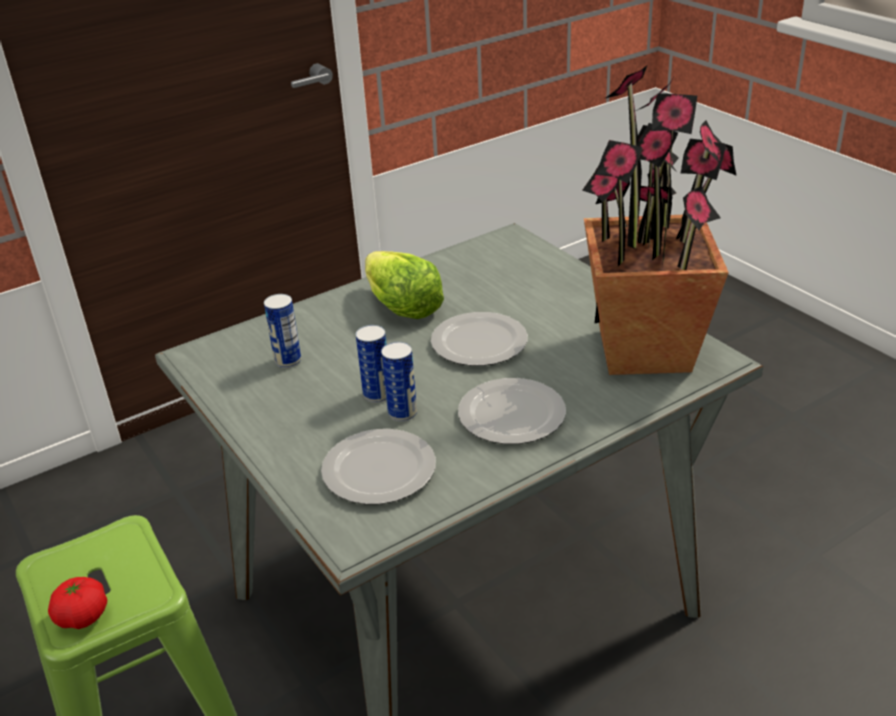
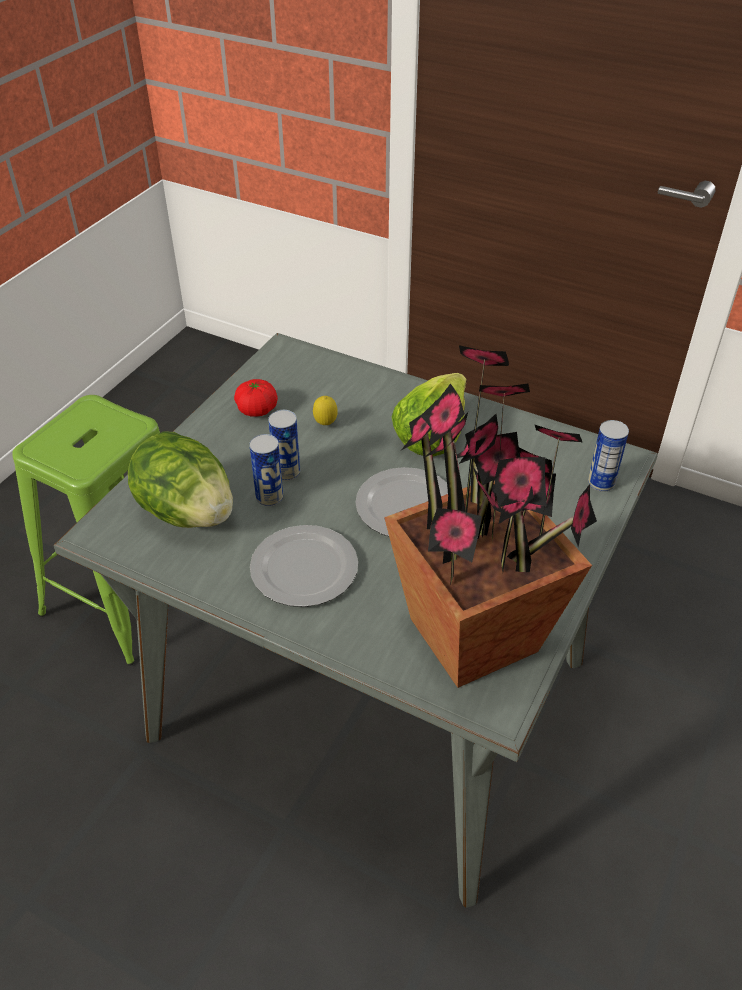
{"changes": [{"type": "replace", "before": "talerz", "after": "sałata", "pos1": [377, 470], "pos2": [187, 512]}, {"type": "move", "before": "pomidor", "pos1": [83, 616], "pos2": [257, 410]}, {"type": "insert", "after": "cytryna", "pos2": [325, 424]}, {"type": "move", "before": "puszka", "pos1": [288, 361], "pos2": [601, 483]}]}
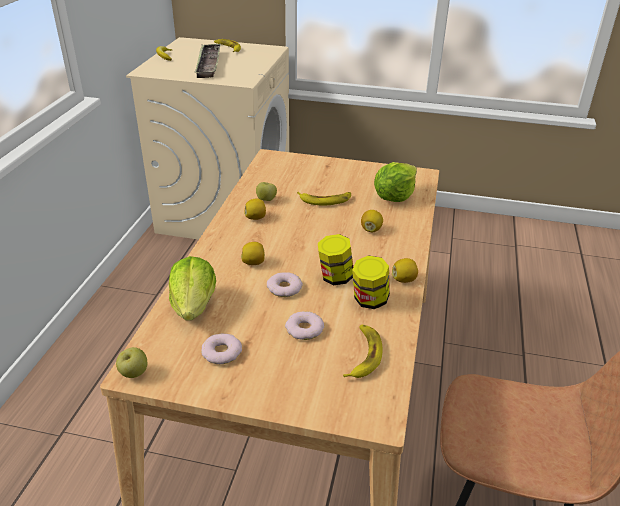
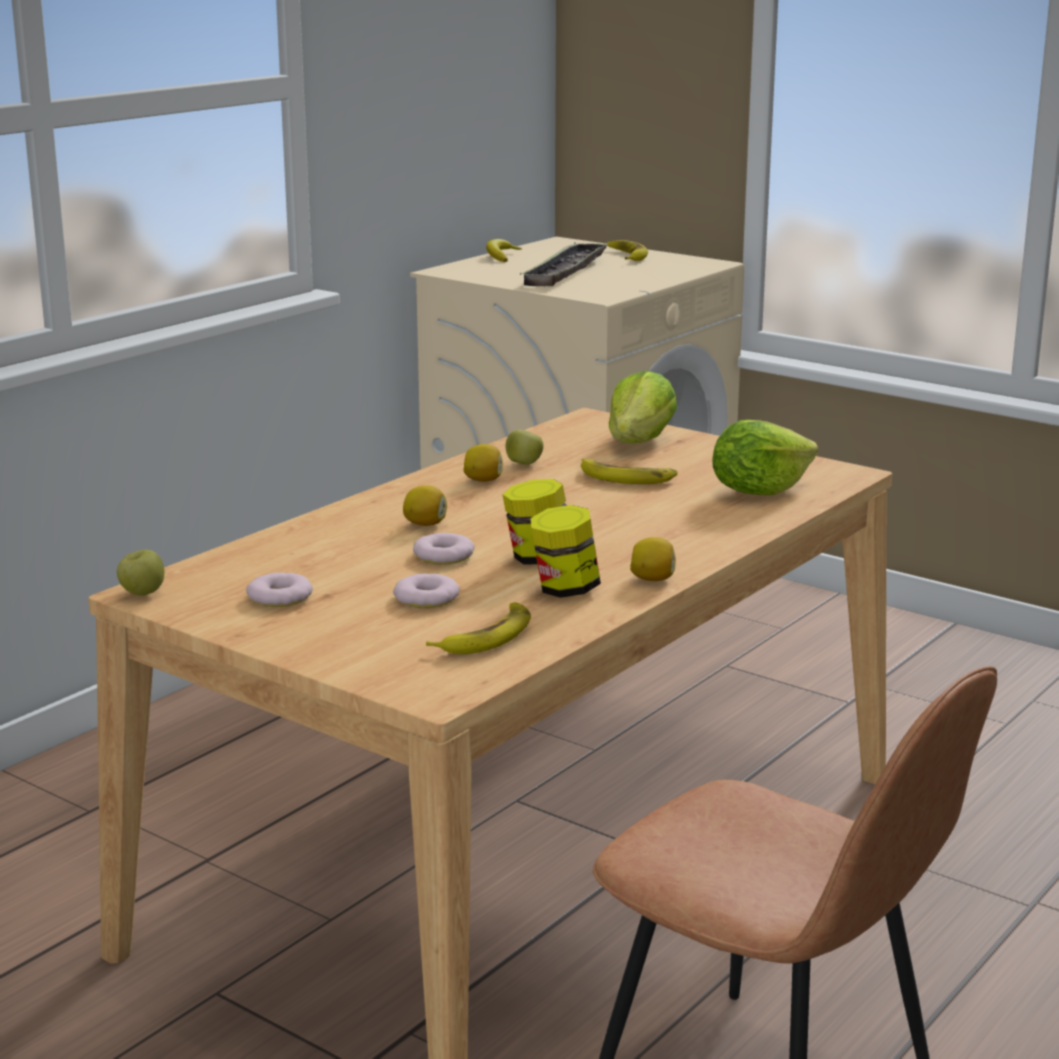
{"changes": [{"type": "move", "before": "sałata", "pos1": [194, 306], "pos2": [640, 441]}, {"type": "delete", "before": "cytryna", "pos1": [371, 229]}]}
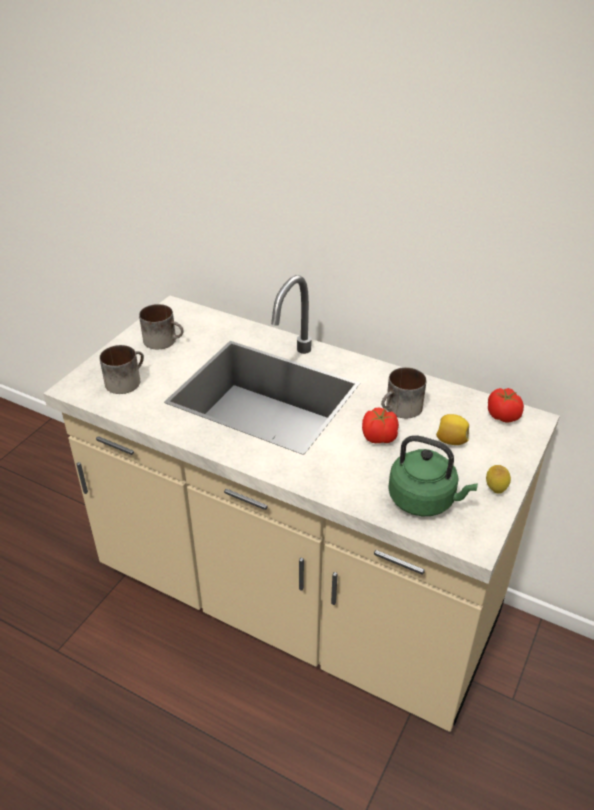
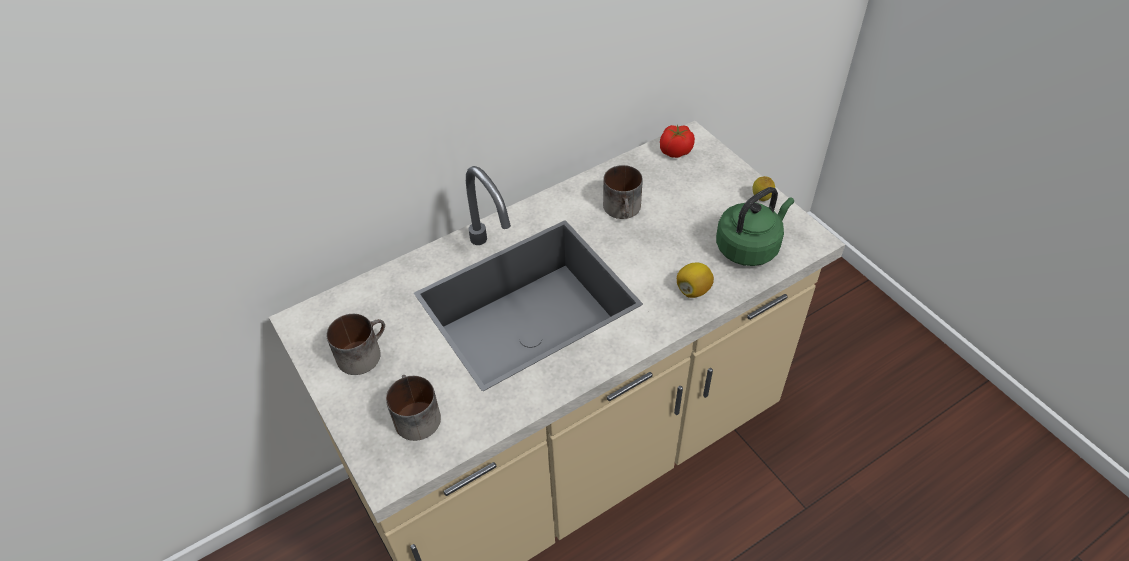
{"changes": [{"type": "move", "before": "cytryna", "pos1": [450, 441], "pos2": [693, 290]}, {"type": "delete", "before": "pomidor", "pos1": [379, 438]}]}
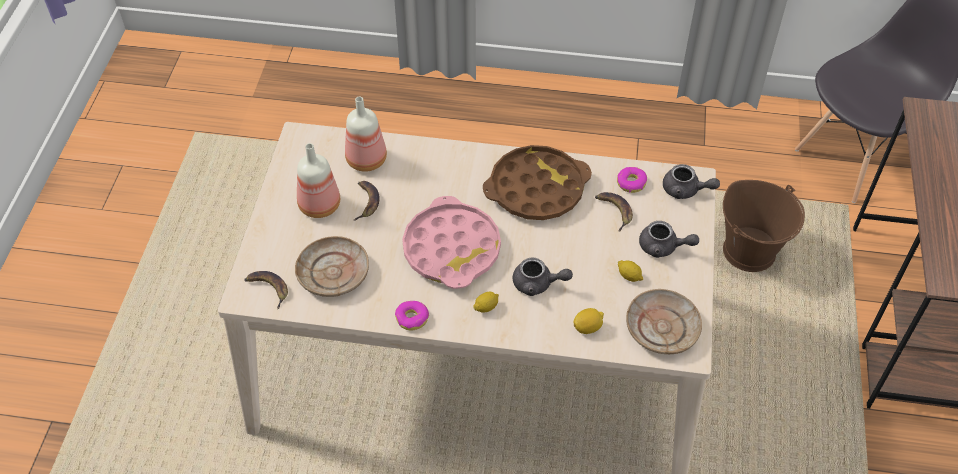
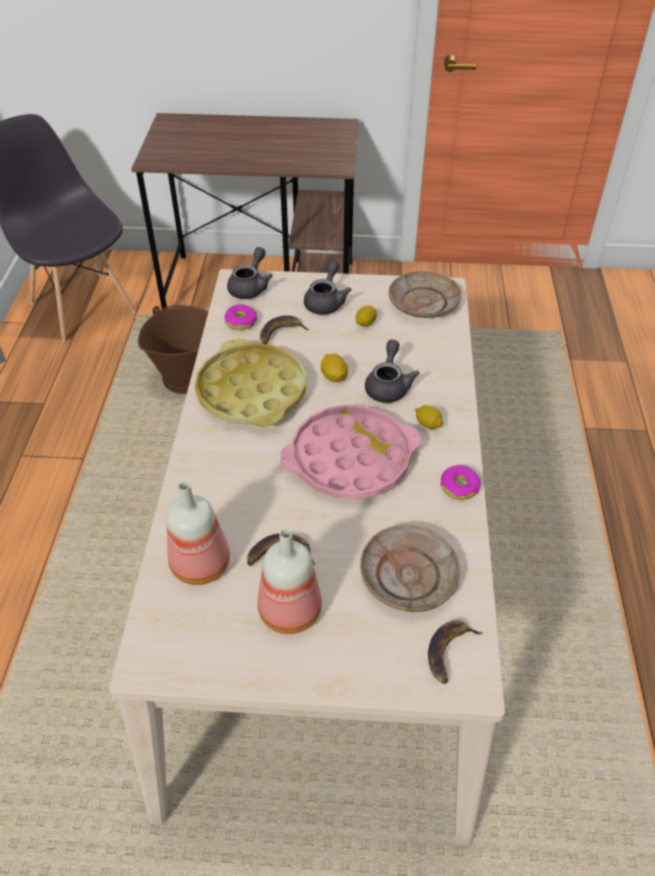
{"changes": [{"type": "recolor", "before": "taca [brązowy]", "after": "taca [żółty]", "pos1": [536, 189], "pos2": [251, 392]}, {"type": "move", "before": "cytryna", "pos1": [587, 327], "pos2": [334, 377]}]}
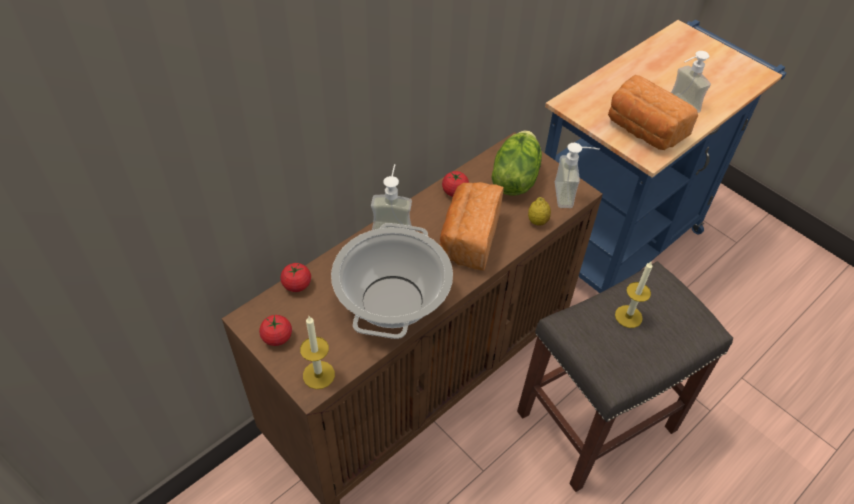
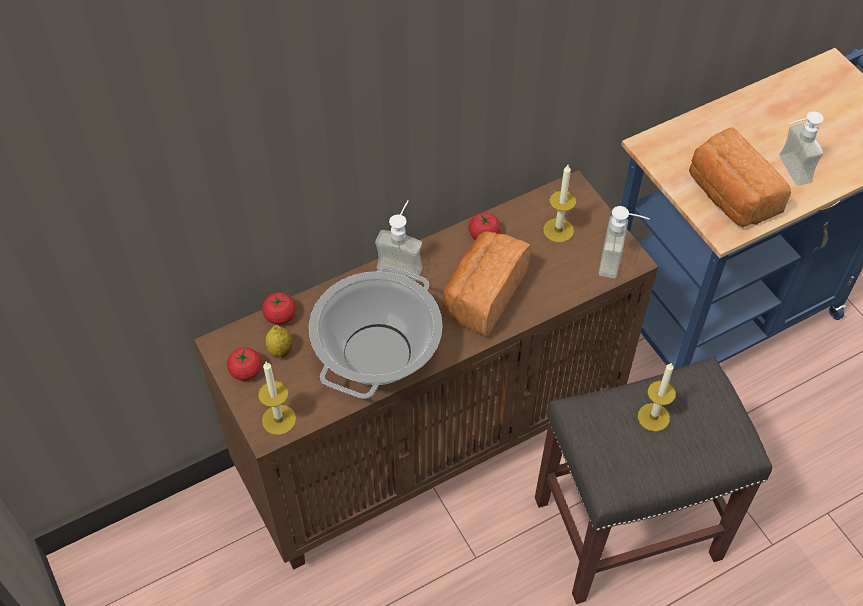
{"changes": [{"type": "move", "before": "cytryna", "pos1": [537, 221], "pos2": [280, 350]}, {"type": "replace", "before": "sałata", "after": "świeca", "pos1": [514, 178], "pos2": [558, 230]}]}
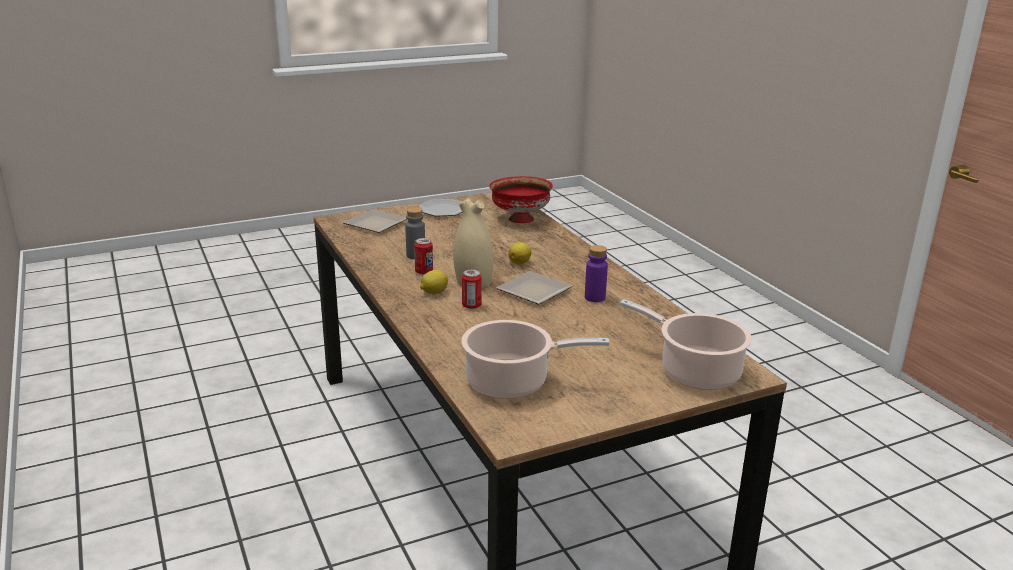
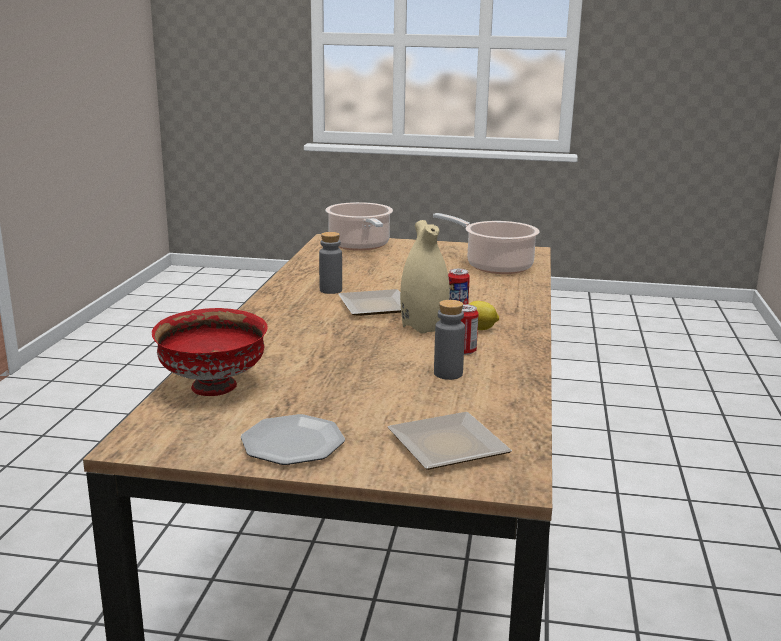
{"changes": [{"type": "recolor", "before": "butelka [fioletowy]", "after": "butelka [szary]", "pos1": [594, 297], "pos2": [330, 290]}, {"type": "delete", "before": "cytryna", "pos1": [520, 263]}]}
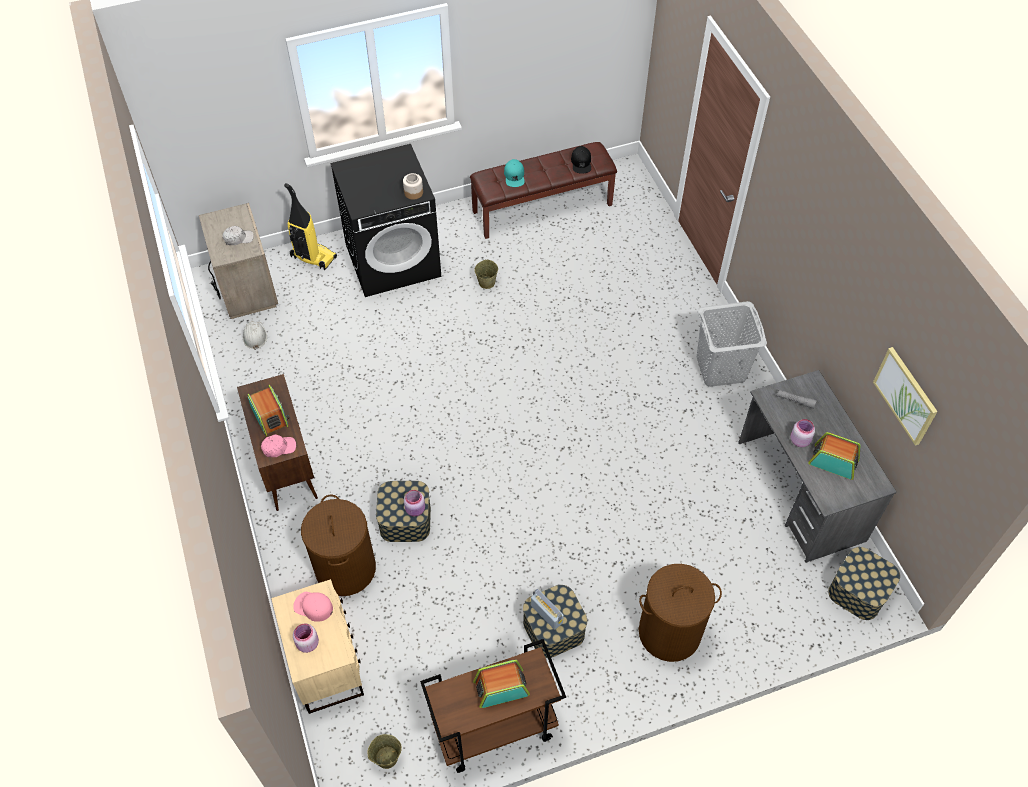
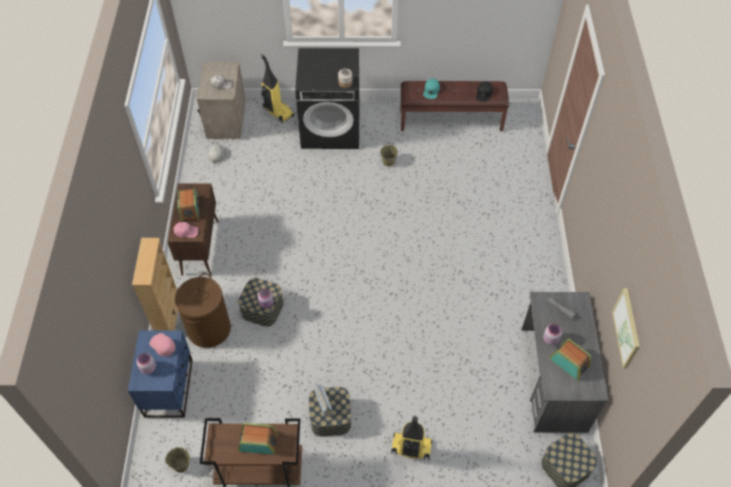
{"changes": [{"type": "recolor", "before": "szafka nocna [beżowy]", "after": "szafka nocna [niebieski]", "pos1": [326, 663], "pos2": [169, 388]}, {"type": "insert", "after": "regał [beżowy]", "pos2": [168, 316]}, {"type": "replace", "before": "kosz na pranie [brązowy]", "after": "odkurzacz", "pos1": [669, 632], "pos2": [410, 448]}, {"type": "delete", "before": "kosz na pranie [szary]", "pos1": [721, 369]}]}
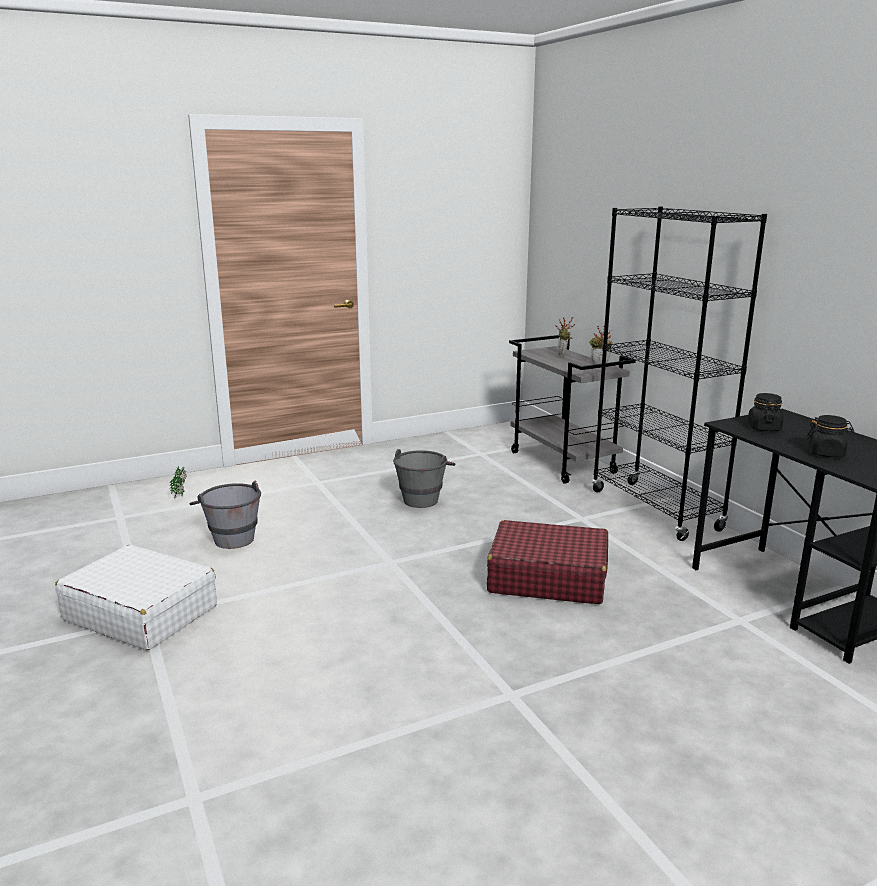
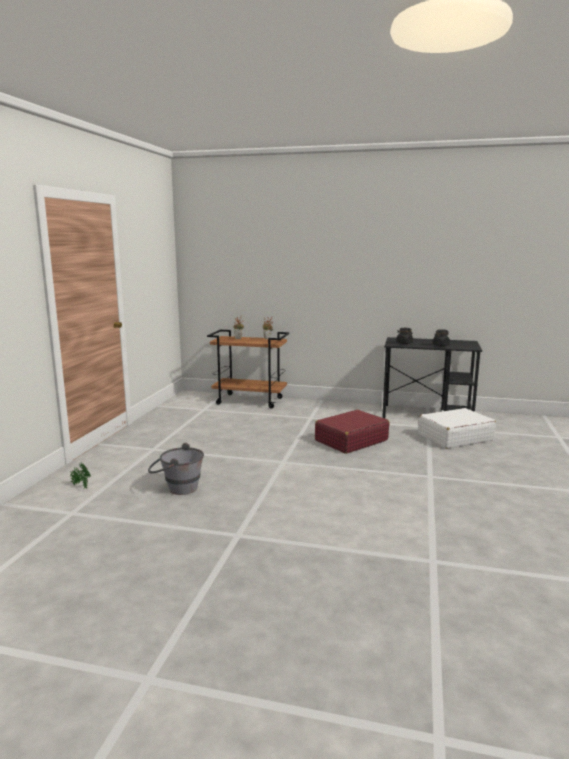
{"changes": [{"type": "recolor", "before": "wózek [szary]", "after": "wózek [brązowy]", "pos1": [563, 463], "pos2": [250, 401]}, {"type": "move", "before": "walizka [biały]", "pos1": [140, 613], "pos2": [455, 437]}, {"type": "delete", "before": "wiadro [szary]", "pos1": [423, 498]}, {"type": "delete", "before": "regał [czarny]", "pos1": [655, 510]}]}
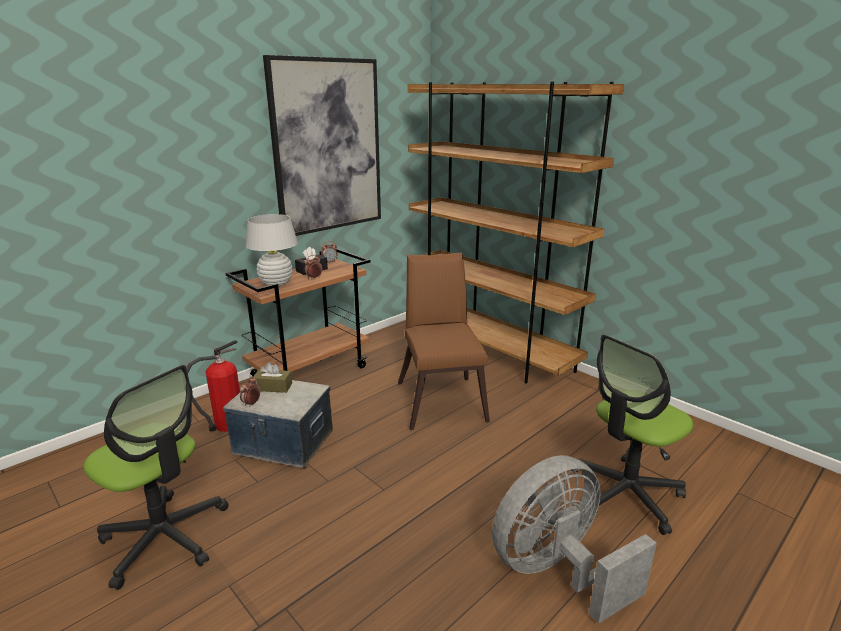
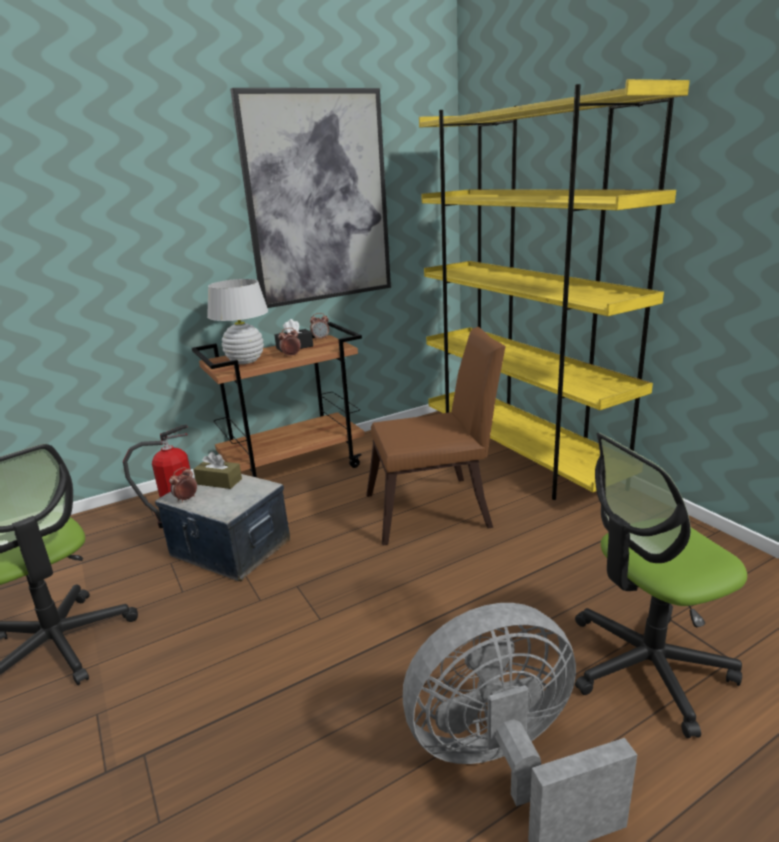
{"changes": [{"type": "rotate", "before": "krzesło [brązowy]", "pos1": [441, 398], "pos2": [436, 510], "turn": 75}, {"type": "recolor", "before": "regał [brązowy]", "after": "regał [żółty]", "pos1": [490, 351], "pos2": [520, 456]}]}
